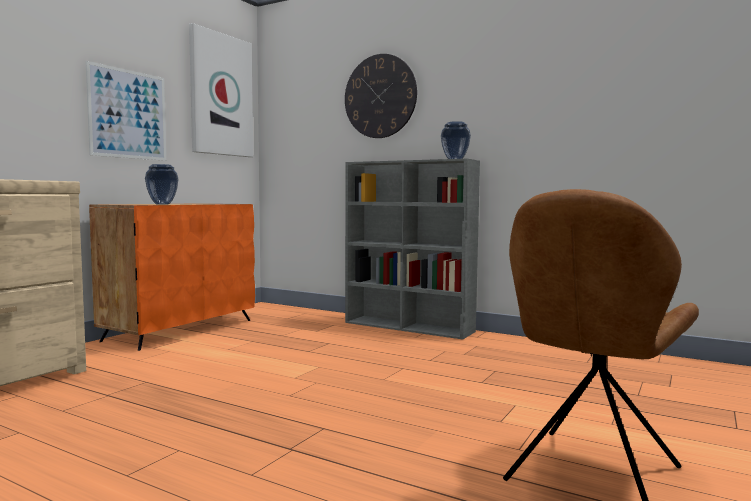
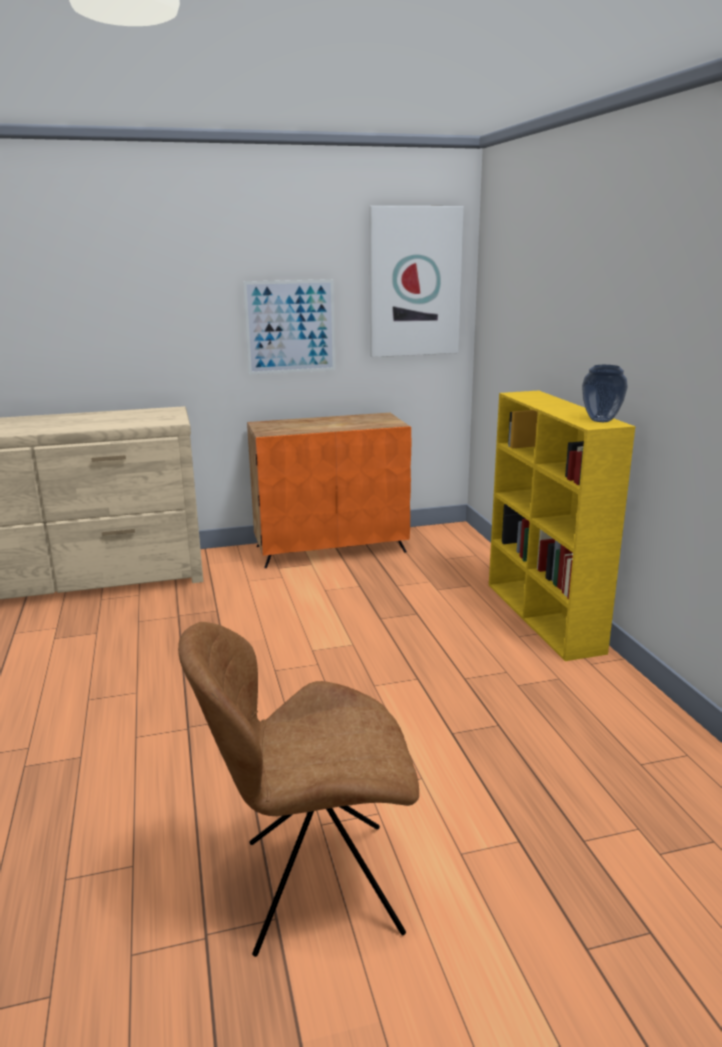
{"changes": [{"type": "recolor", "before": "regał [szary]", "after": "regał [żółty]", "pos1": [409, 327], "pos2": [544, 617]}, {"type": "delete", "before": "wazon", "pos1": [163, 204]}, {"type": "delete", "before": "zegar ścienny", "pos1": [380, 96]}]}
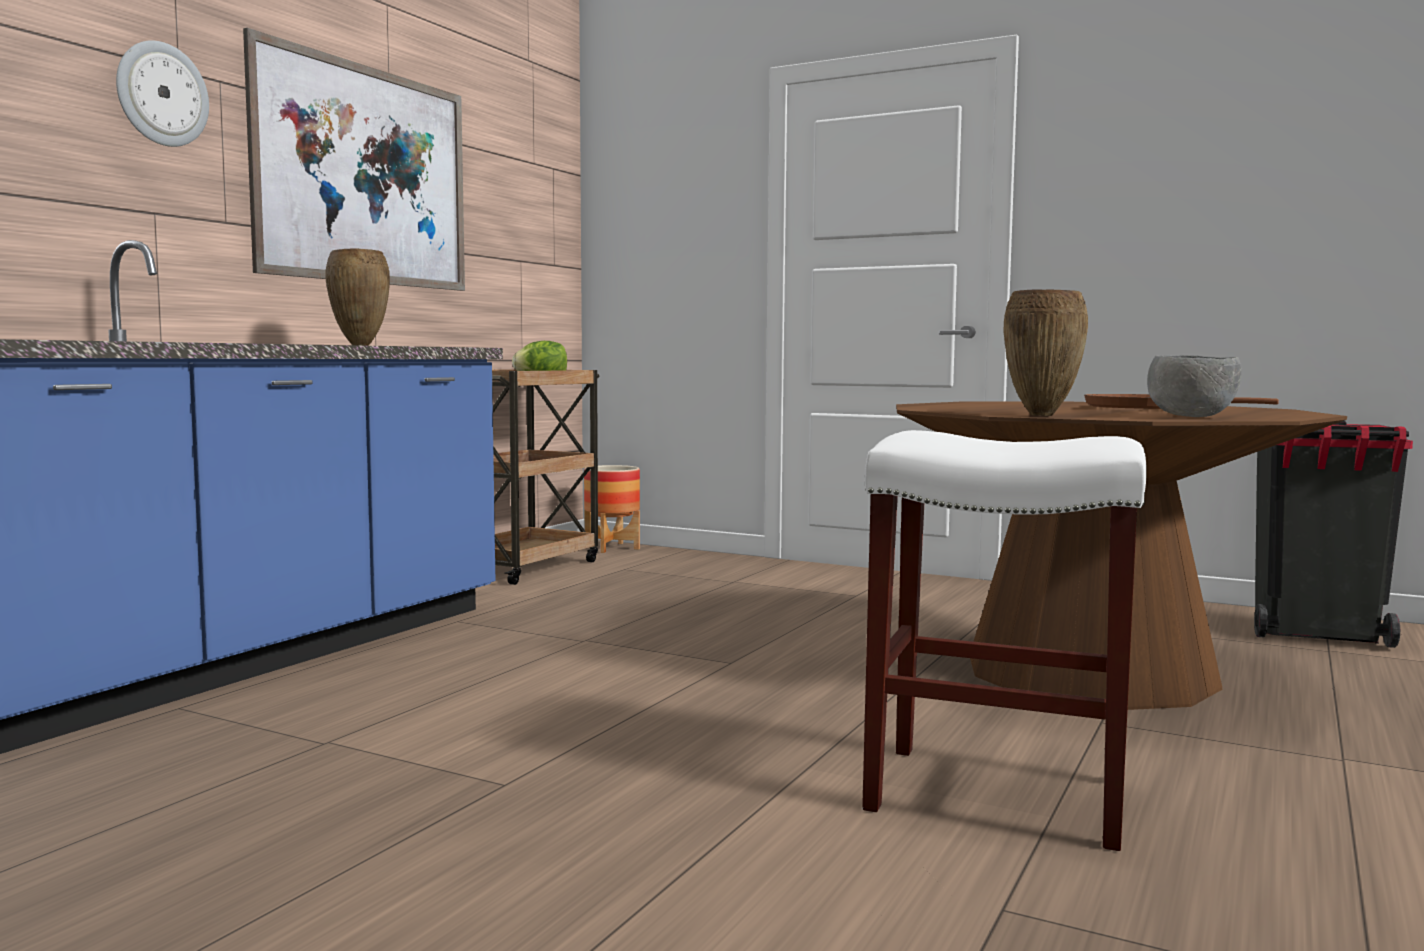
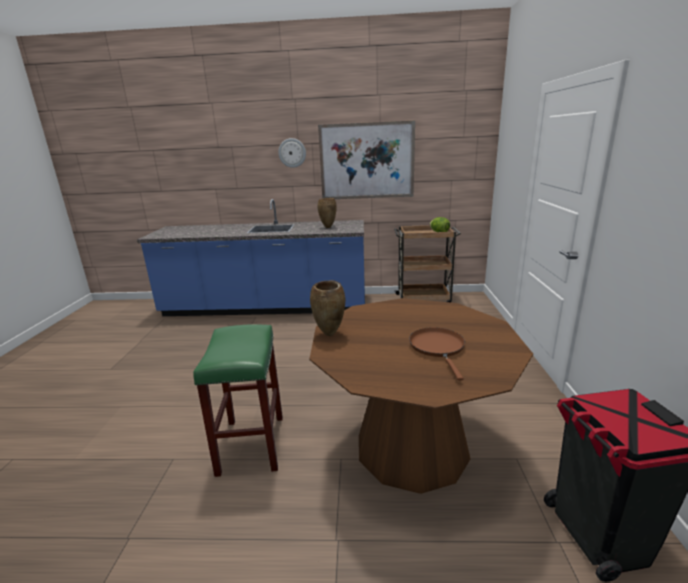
{"changes": [{"type": "recolor", "before": "stołek [biały]", "after": "stołek [zielony]", "pos1": [992, 794], "pos2": [251, 443]}, {"type": "delete", "before": "donica", "pos1": [612, 548]}, {"type": "delete", "before": "miska [szary]", "pos1": [1193, 417]}]}
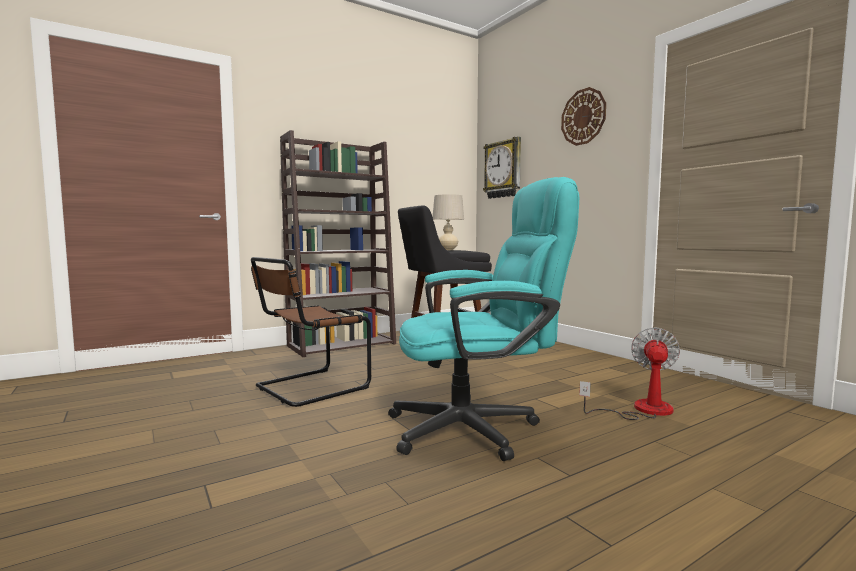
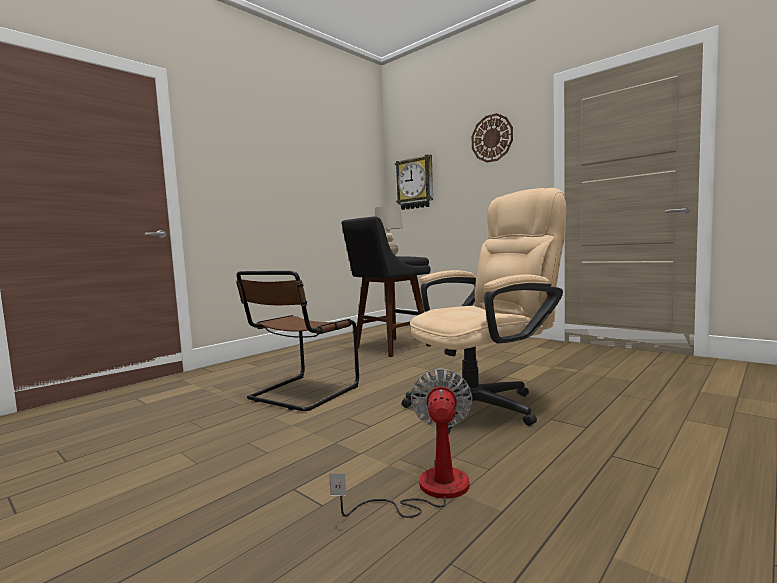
{"changes": [{"type": "move", "before": "wentylator", "pos1": [641, 410], "pos2": [428, 490]}, {"type": "recolor", "before": "krzesło biurowe [turkusowy]", "after": "krzesło biurowe [beżowy]", "pos1": [478, 428], "pos2": [484, 405]}, {"type": "delete", "before": "regał [brązowy]", "pos1": [342, 344]}]}
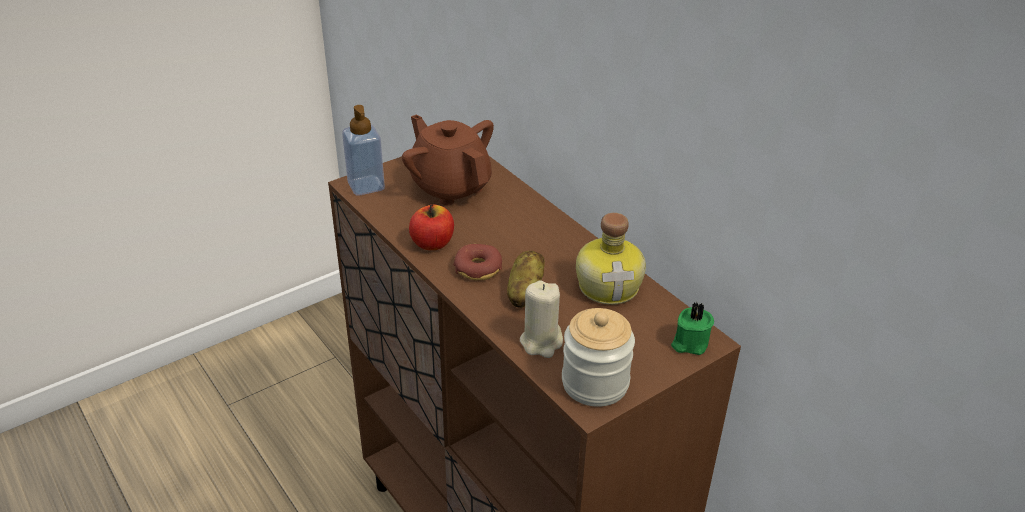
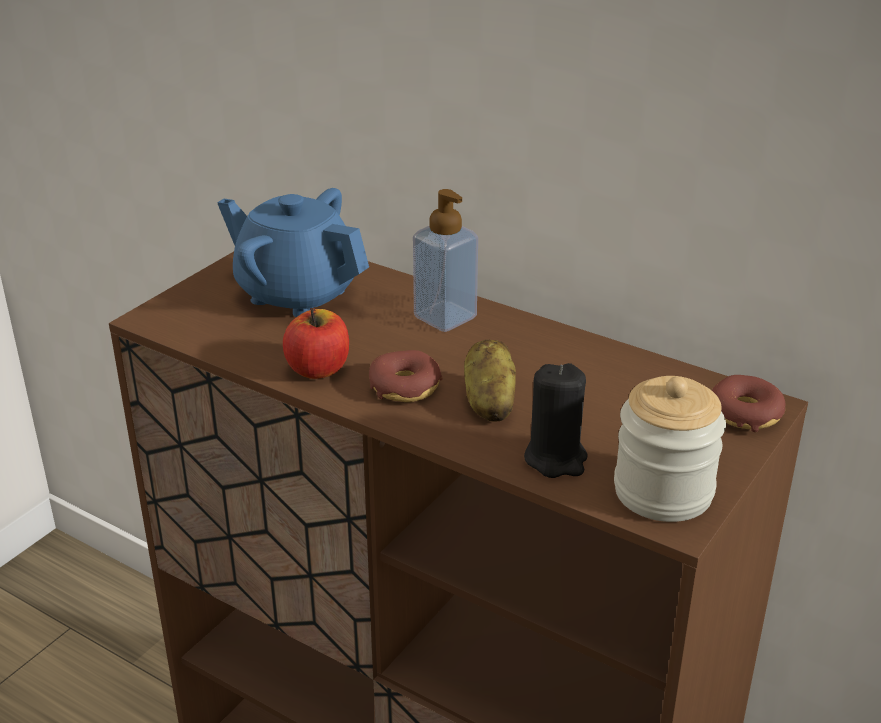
{"changes": [{"type": "recolor", "before": "imbryk [brązowy]", "after": "imbryk [niebieski]", "pos1": [450, 187], "pos2": [297, 294]}, {"type": "move", "before": "dozownik mydła", "pos1": [366, 186], "pos2": [445, 317]}, {"type": "recolor", "before": "świeca [beżowy]", "after": "świeca [czarny]", "pos1": [541, 342], "pos2": [556, 458]}, {"type": "replace", "before": "świeca [zielony]", "after": "donut", "pos1": [689, 343], "pos2": [745, 413]}, {"type": "delete", "before": "butelka", "pos1": [610, 286]}]}
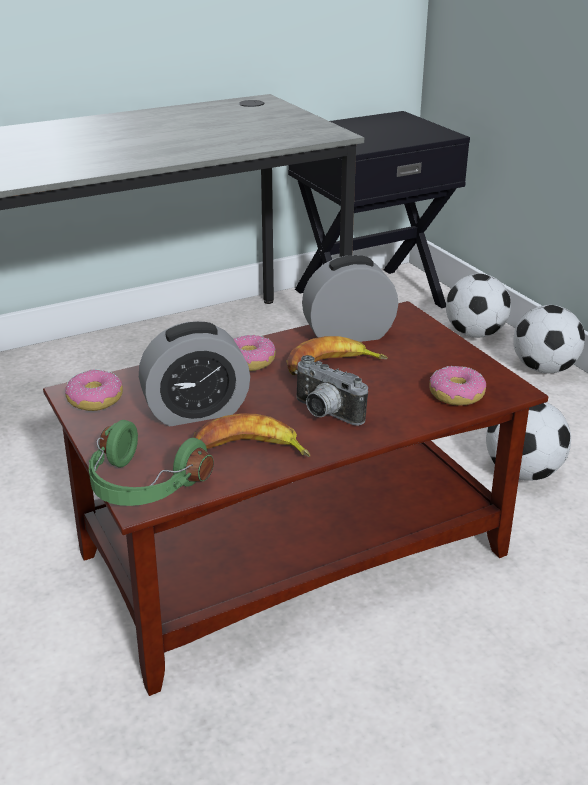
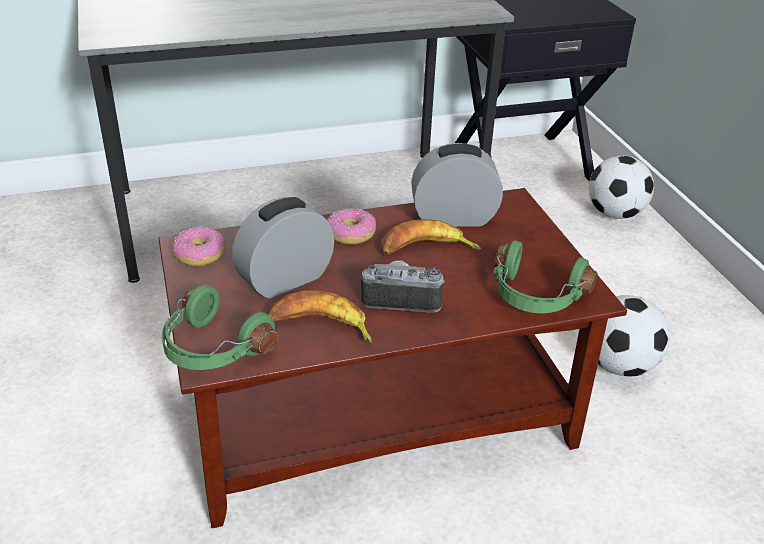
{"changes": [{"type": "rotate", "before": "budzik", "pos1": [196, 411], "pos2": [285, 279], "turn": 150}, {"type": "rotate", "before": "aparat fotograficzny", "pos1": [324, 414], "pos2": [401, 299], "turn": 135}, {"type": "replace", "before": "donut", "after": "słuchawki [zielony]", "pos1": [456, 395], "pos2": [535, 296]}, {"type": "delete", "before": "piłka futbolowa", "pos1": [543, 369]}]}
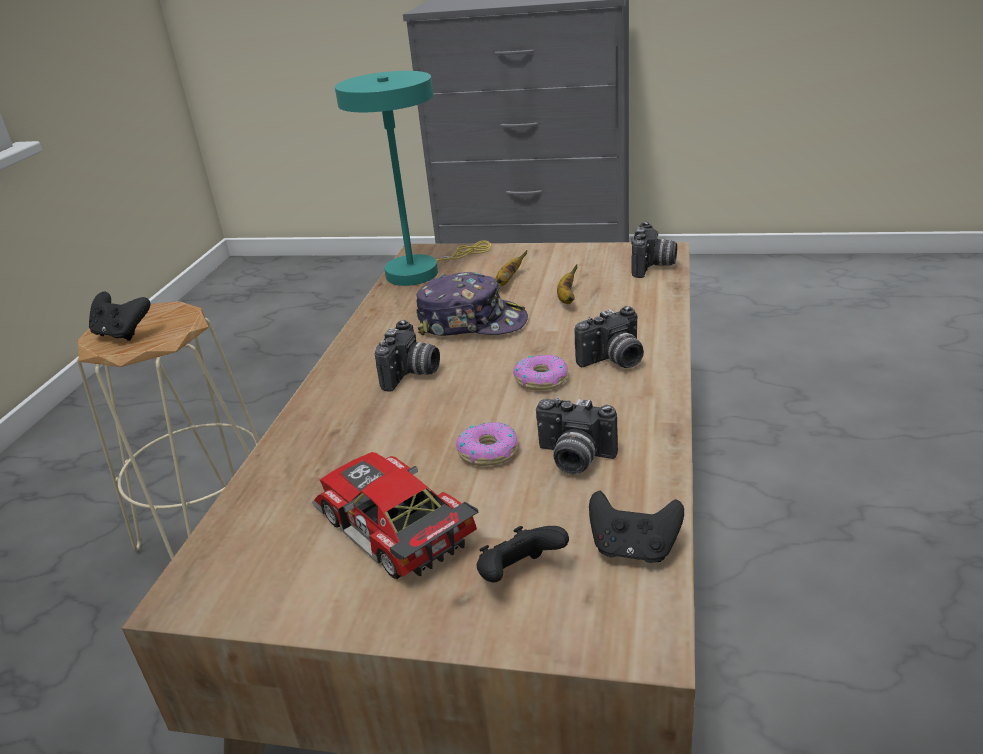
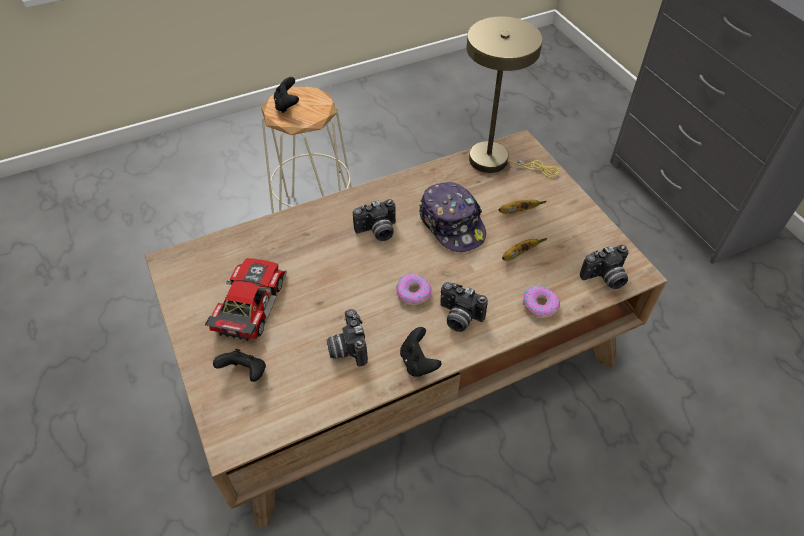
{"changes": [{"type": "move", "before": "pad do gier [czarny]", "pos1": [633, 549], "pos2": [418, 362]}, {"type": "recolor", "before": "lampa stołowa [turkusowy]", "after": "lampa stołowa [beżowy]", "pos1": [420, 271], "pos2": [496, 161]}, {"type": "move", "before": "donut", "pos1": [488, 451], "pos2": [540, 305]}]}
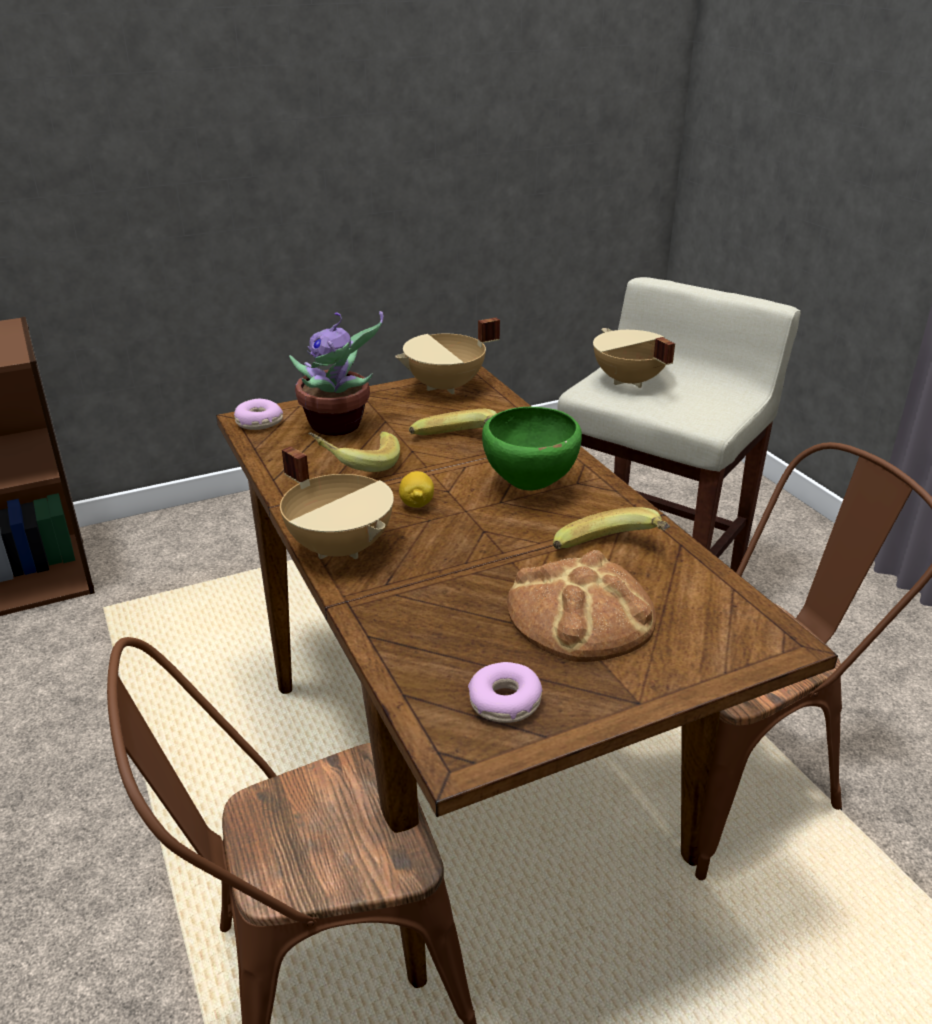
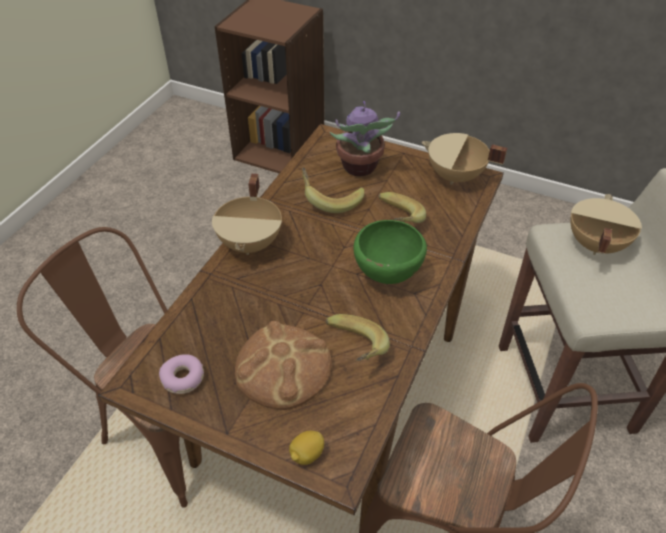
{"changes": [{"type": "move", "before": "cytryna", "pos1": [416, 504], "pos2": [307, 454]}, {"type": "delete", "before": "donut", "pos1": [258, 422]}]}
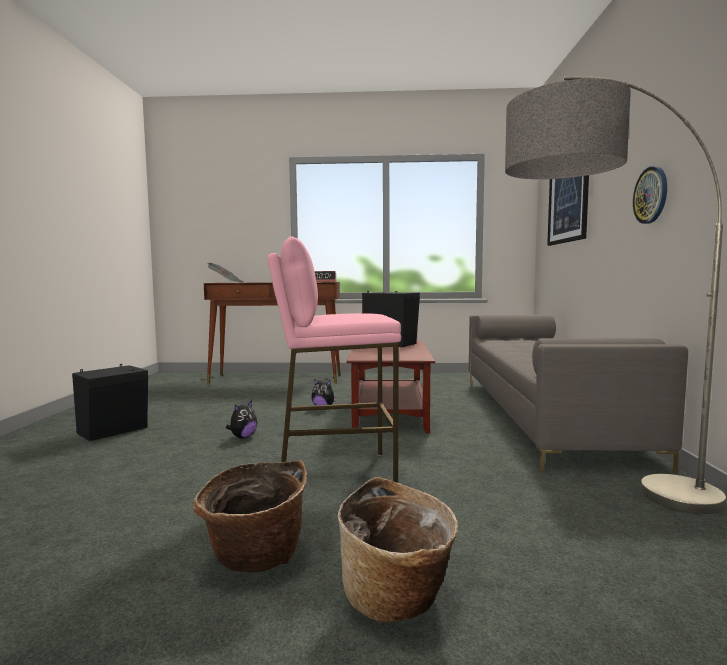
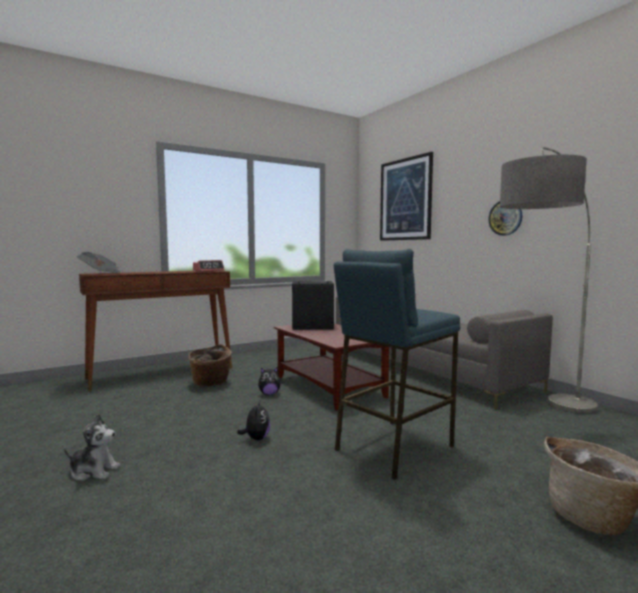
{"changes": [{"type": "replace", "before": "głośnik [czarny]", "after": "pluszak", "pos1": [115, 431], "pos2": [93, 471]}, {"type": "move", "before": "koszyk", "pos1": [254, 558], "pos2": [210, 384]}, {"type": "recolor", "before": "stołek [różowy]", "after": "stołek [niebieski]", "pos1": [334, 473], "pos2": [392, 447]}]}
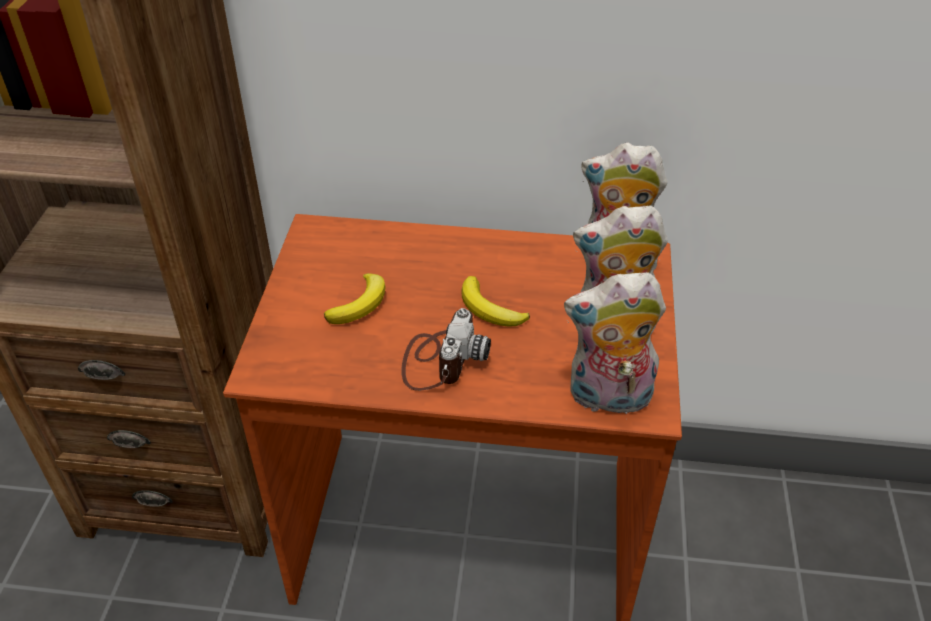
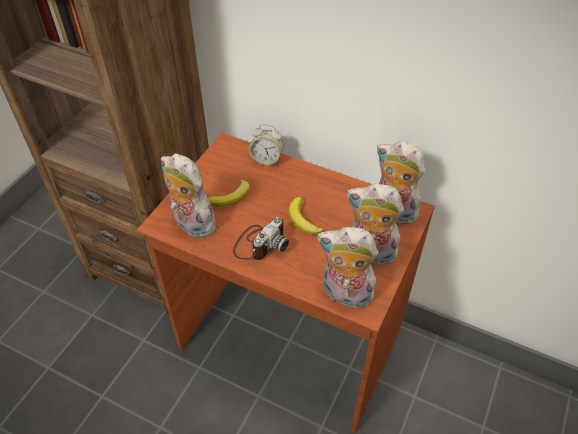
{"changes": [{"type": "insert", "after": "pluszak", "pos2": [191, 224]}, {"type": "insert", "after": "budzik", "pos2": [266, 159]}]}
